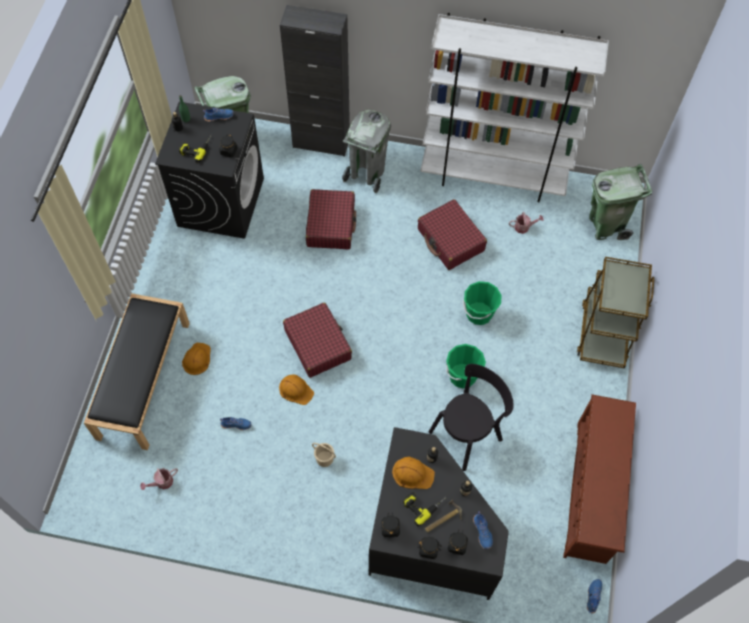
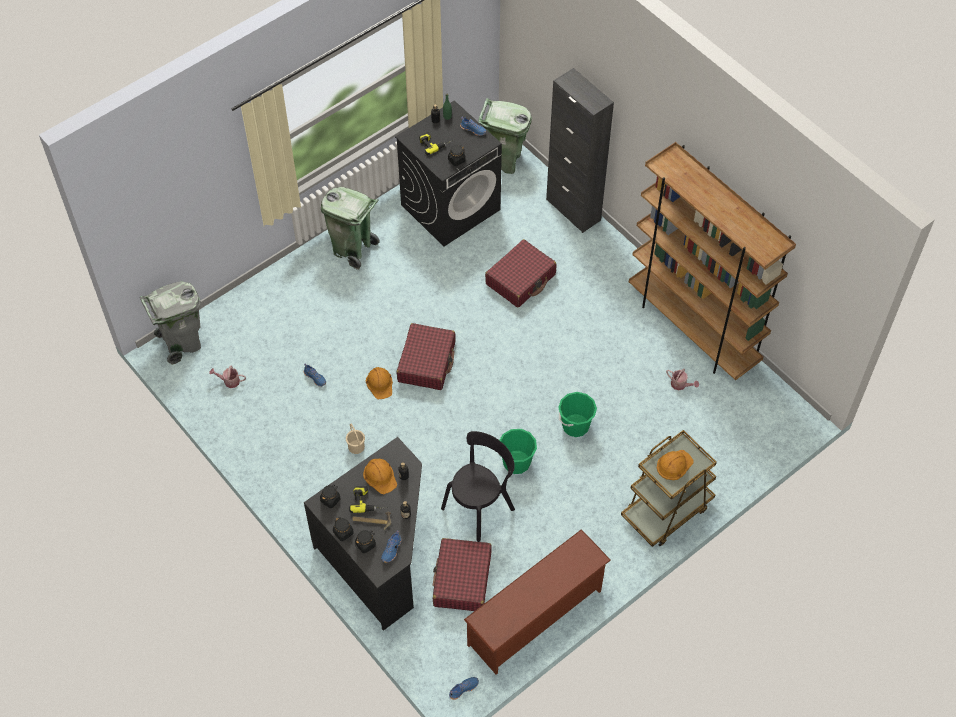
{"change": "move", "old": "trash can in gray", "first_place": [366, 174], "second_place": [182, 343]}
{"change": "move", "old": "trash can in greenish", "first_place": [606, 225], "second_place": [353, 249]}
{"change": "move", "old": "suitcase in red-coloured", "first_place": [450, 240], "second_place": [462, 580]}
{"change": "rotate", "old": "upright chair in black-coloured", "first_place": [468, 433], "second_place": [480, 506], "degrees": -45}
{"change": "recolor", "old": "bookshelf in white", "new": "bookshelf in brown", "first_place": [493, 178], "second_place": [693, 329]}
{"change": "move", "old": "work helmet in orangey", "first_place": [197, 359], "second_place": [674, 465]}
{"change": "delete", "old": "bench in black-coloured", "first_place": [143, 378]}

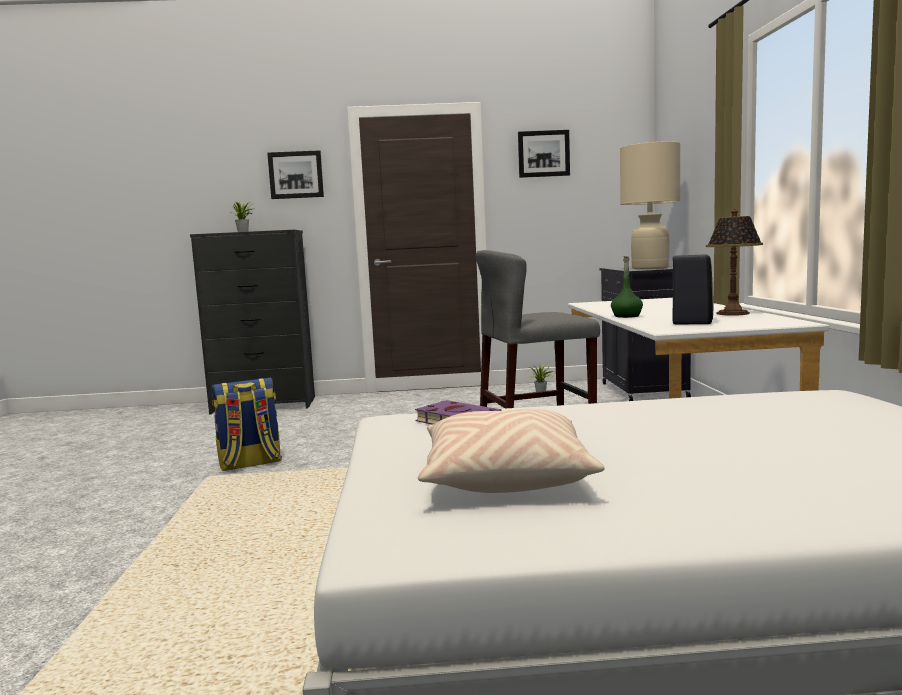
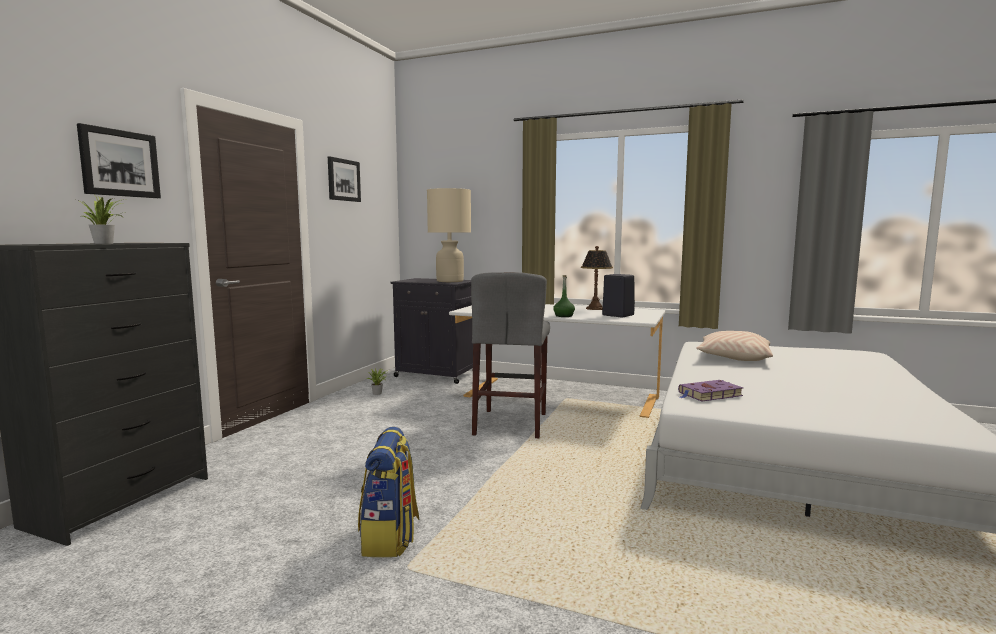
{"change": "move", "old": "throw pillow in beige", "first_place": [504, 477], "second_place": [733, 358]}

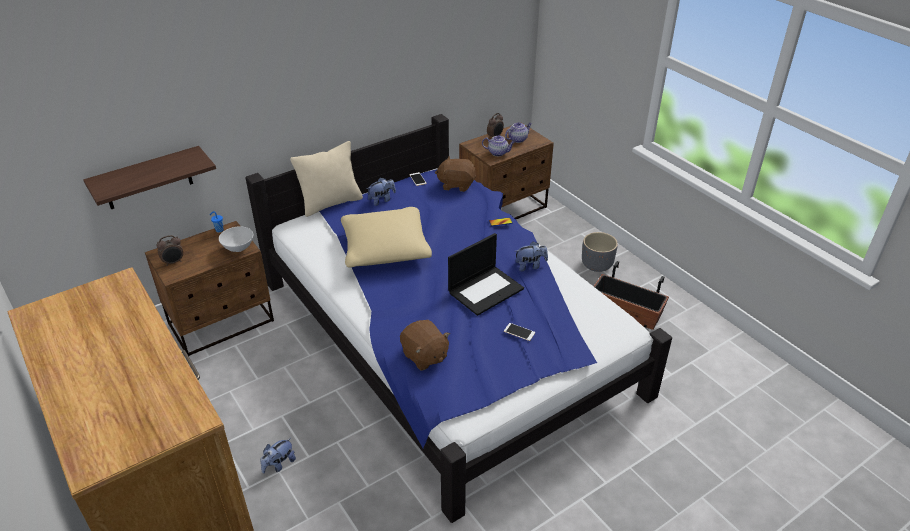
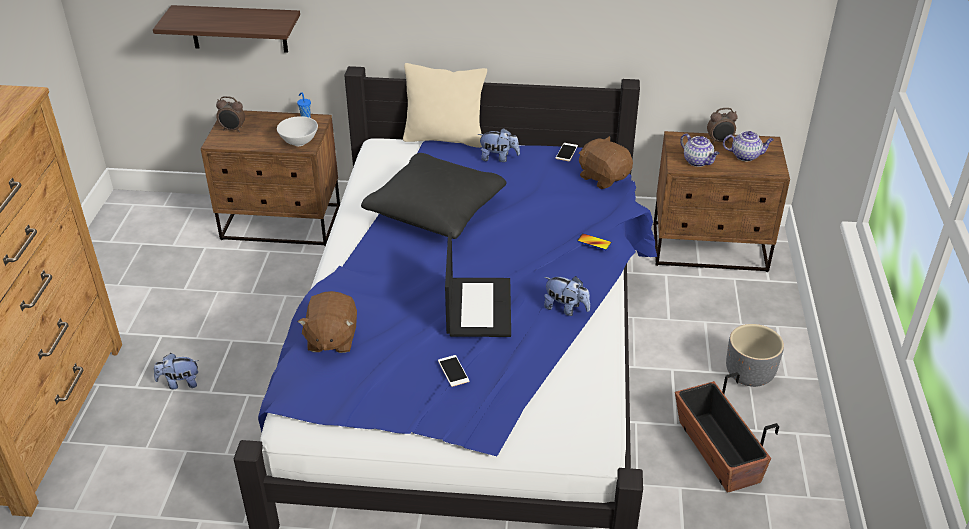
{"change": "recolor", "old": "throw pillow in beige", "new": "throw pillow in black-coloured", "first_place": [385, 248], "second_place": [436, 210]}
{"change": "rotate", "old": "laptop", "first_place": [486, 290], "second_place": [478, 307], "degrees": -90}

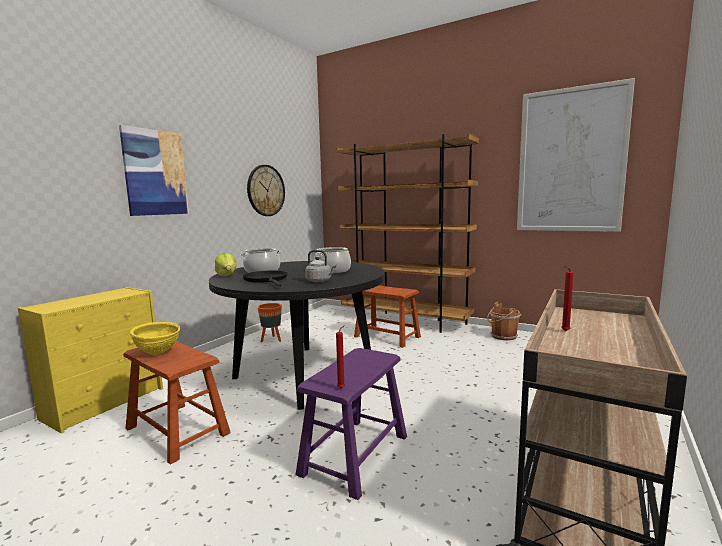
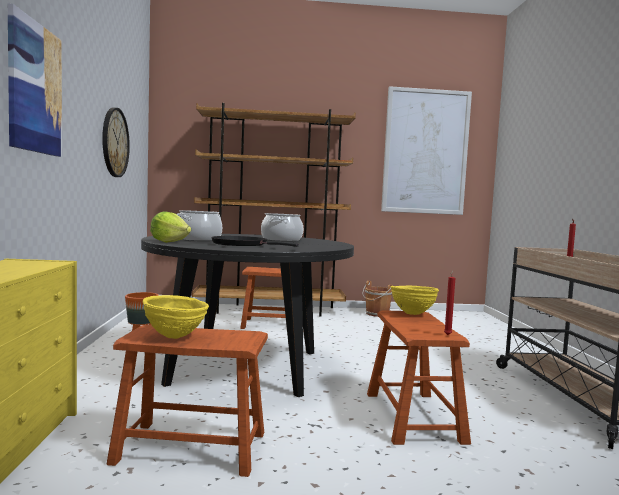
{"change": "recolor", "old": "stool seat in purplish", "new": "stool seat in brown", "first_place": [355, 454], "second_place": [413, 416]}
{"change": "insert", "new": "serving bowl in yellowish", "second_place": [412, 314]}
{"change": "delete", "old": "tea kettle in gray", "first_place": [320, 281]}

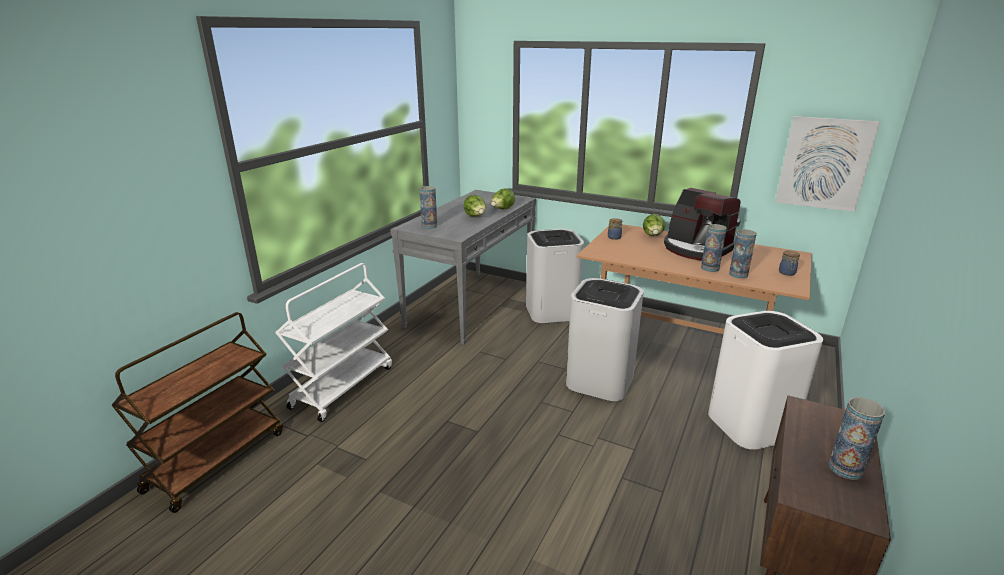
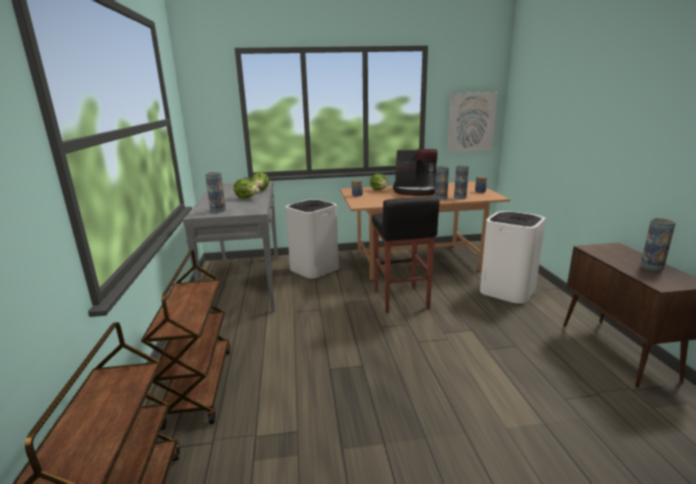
{"change": "recolor", "old": "trolley in white", "new": "trolley in brown", "first_place": [343, 386], "second_place": [199, 385]}
{"change": "replace", "old": "trash can in white", "new": "stool seat in black-coloured", "first_place": [599, 381], "second_place": [400, 299]}

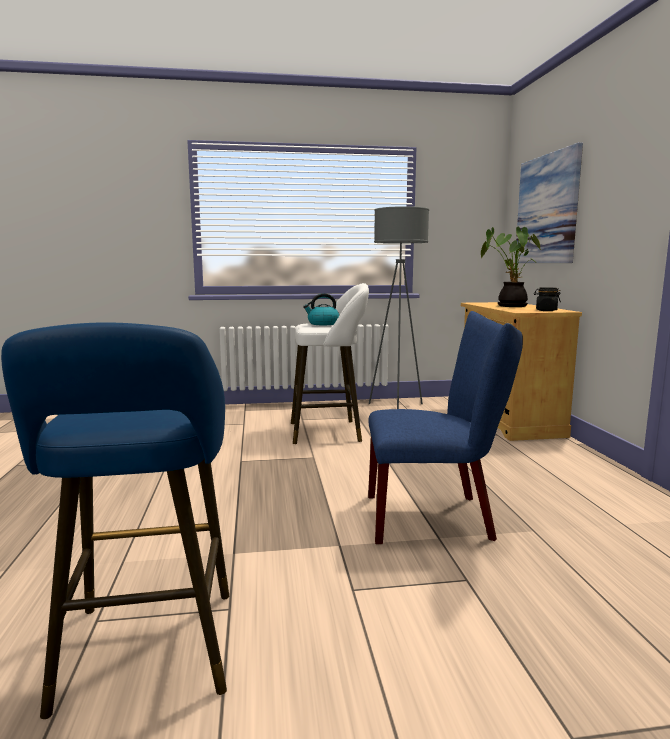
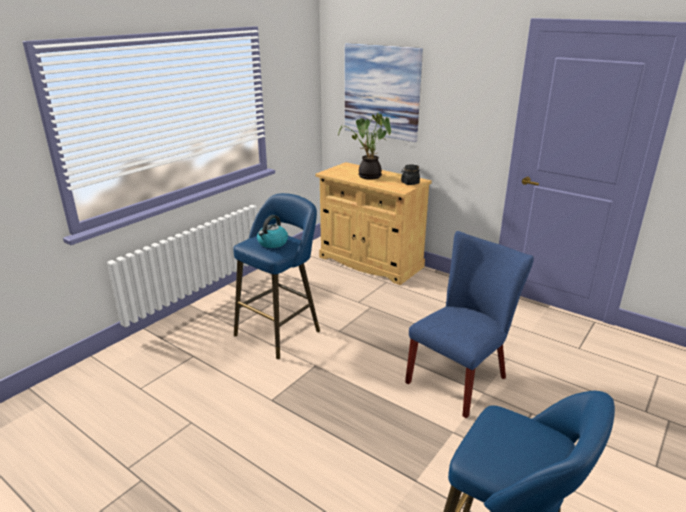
{"change": "recolor", "old": "stool seat in white", "new": "stool seat in bluish", "first_place": [330, 432], "second_place": [280, 331]}
{"change": "delete", "old": "standing lamp in gray", "first_place": [397, 407]}

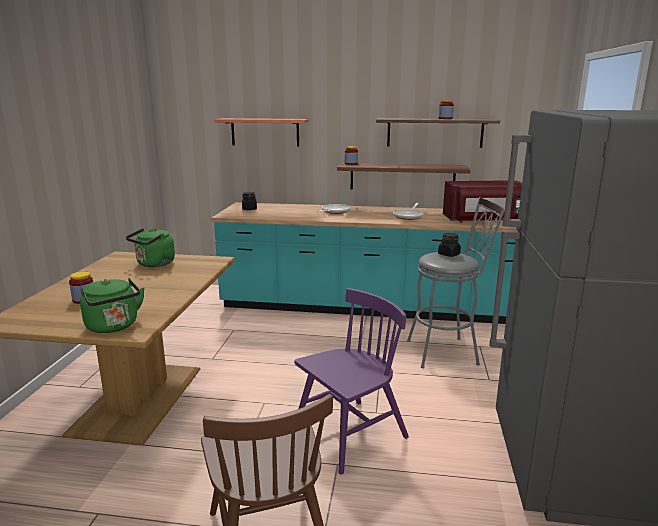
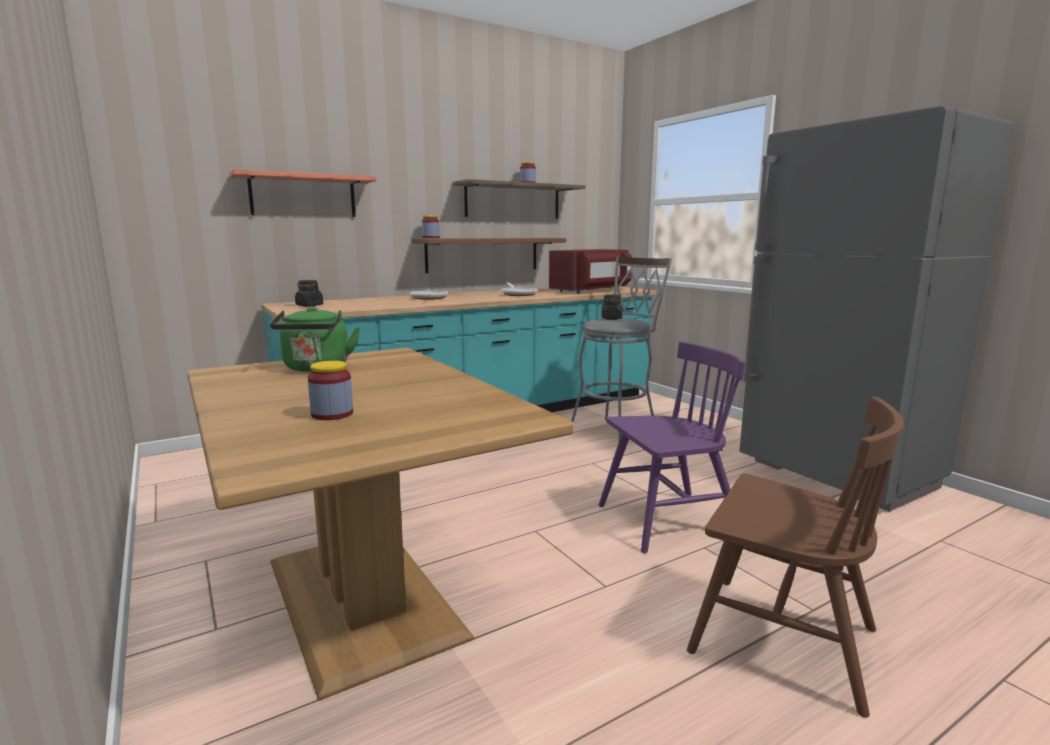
{"change": "rotate", "old": "upright chair in purplish", "first_place": [349, 435], "second_place": [667, 520], "degrees": 60}
{"change": "delete", "old": "tea kettle in greenish", "first_place": [114, 326]}

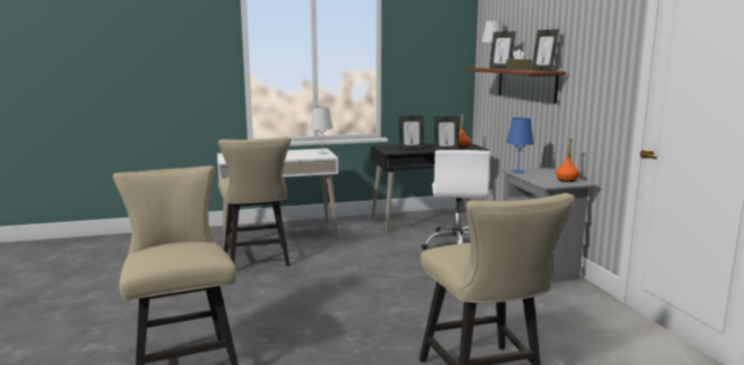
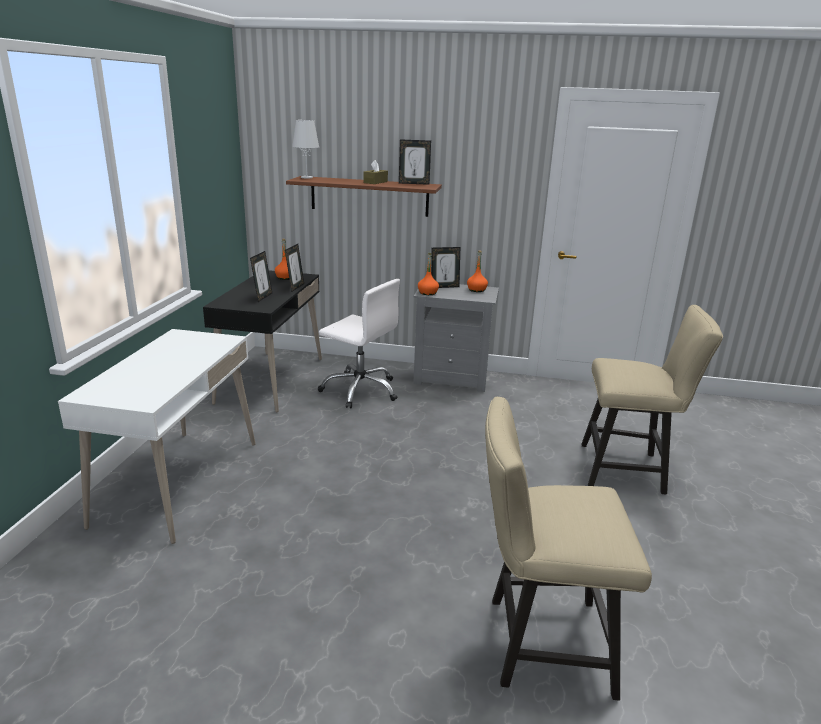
{"change": "replace", "old": "lamp for a table in bluish", "new": "bottle in orangey", "first_place": [518, 171], "second_place": [427, 293]}
{"change": "move", "old": "photo frame", "first_place": [501, 68], "second_place": [444, 287]}
{"change": "delete", "old": "upright chair in beige", "first_place": [258, 260]}
{"change": "delete", "old": "lamp for a table in white", "first_place": [322, 153]}

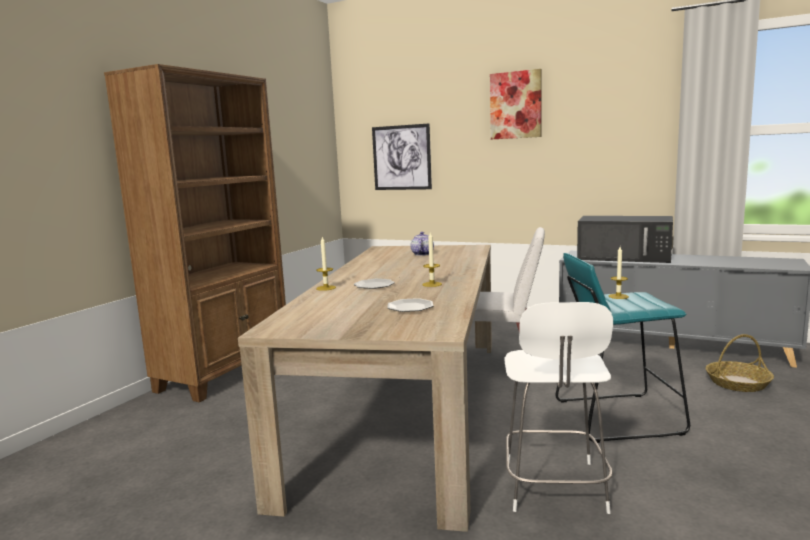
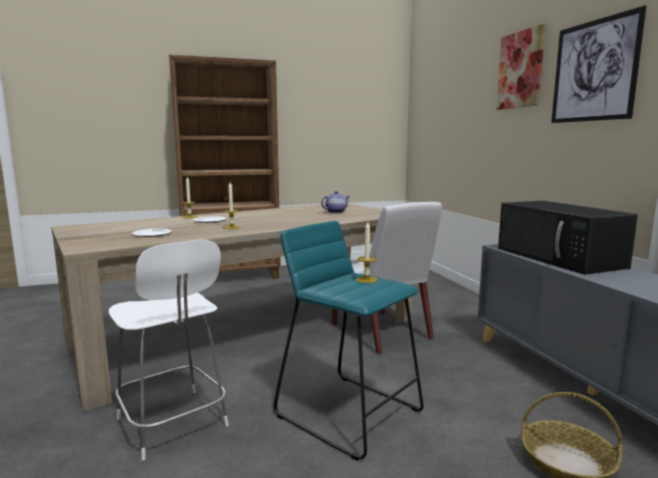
{"change": "rotate", "old": "upright chair in white", "first_place": [554, 488], "second_place": [173, 424], "degrees": -90}
{"change": "move", "old": "picture", "first_place": [401, 157], "second_place": [594, 71]}

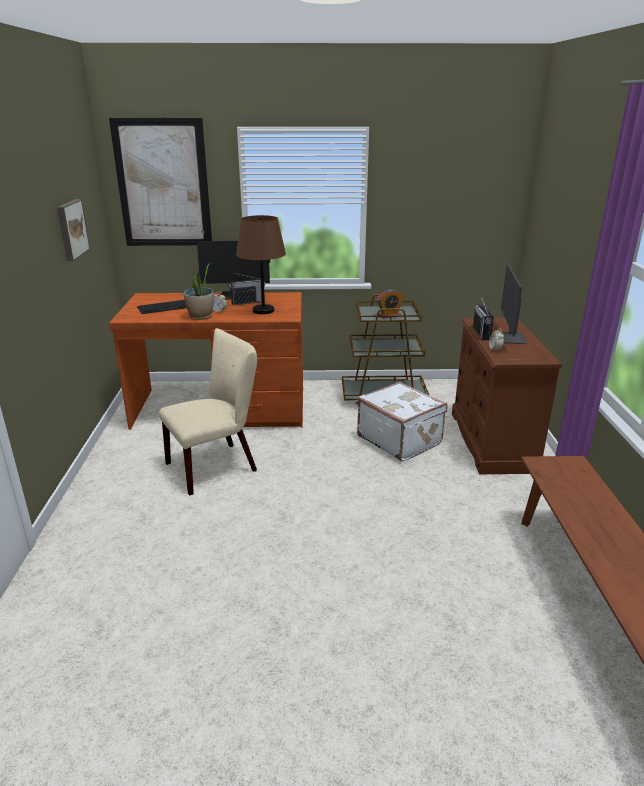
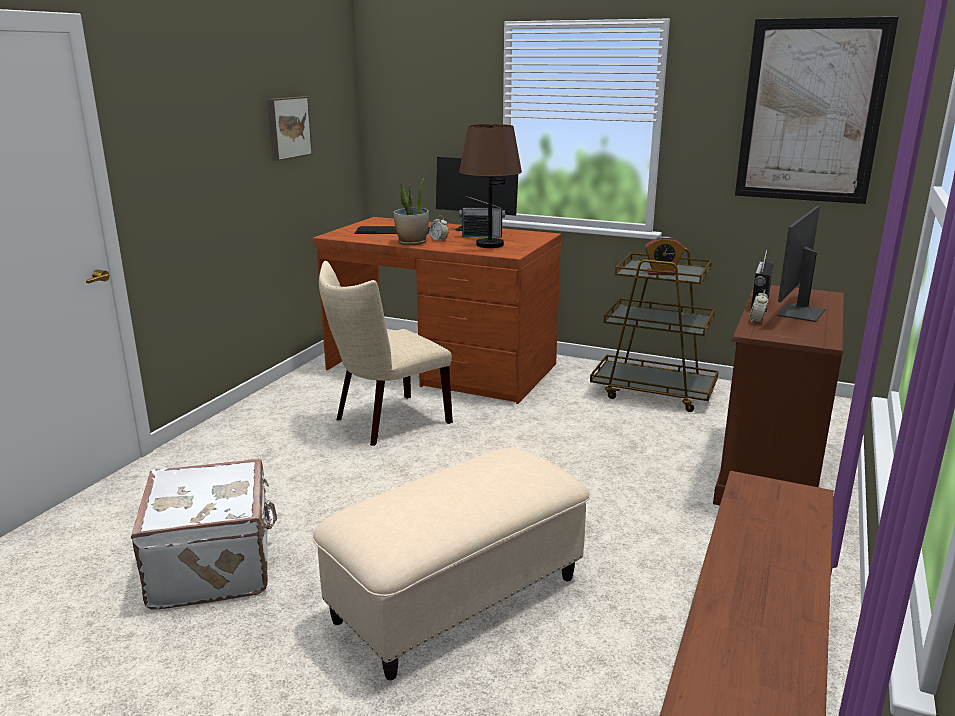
{"change": "move", "old": "suitcase in white", "first_place": [400, 439], "second_place": [215, 565]}
{"change": "insert", "new": "ottoman in beige", "second_place": [458, 600]}
{"change": "rotate", "old": "upright chair in beige", "first_place": [217, 465], "second_place": [386, 422], "degrees": 150}
{"change": "move", "old": "picture", "first_place": [163, 184], "second_place": [811, 112]}

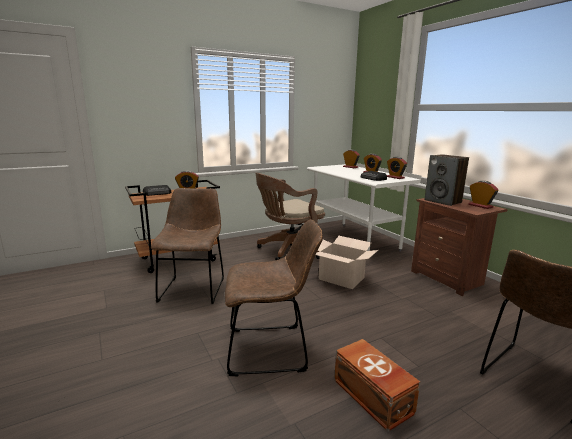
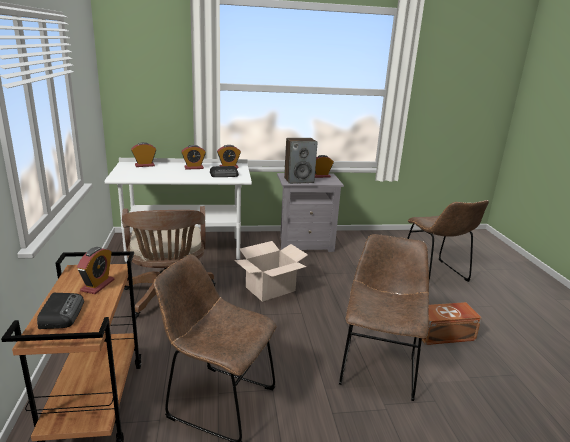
{"change": "recolor", "old": "nightstand in brown", "new": "nightstand in gray", "first_place": [449, 278], "second_place": [305, 244]}

